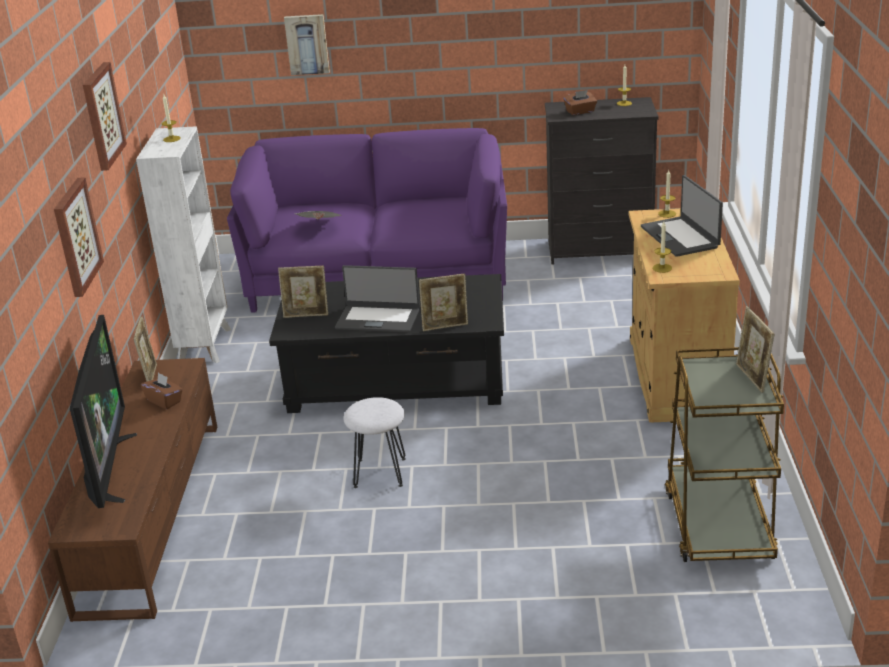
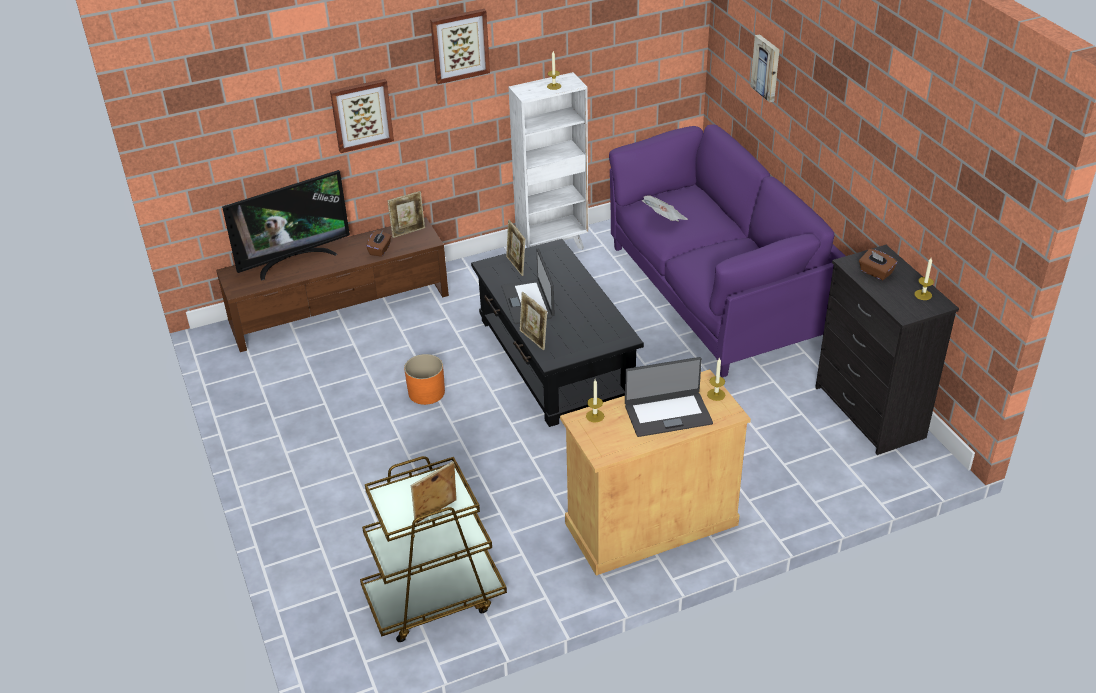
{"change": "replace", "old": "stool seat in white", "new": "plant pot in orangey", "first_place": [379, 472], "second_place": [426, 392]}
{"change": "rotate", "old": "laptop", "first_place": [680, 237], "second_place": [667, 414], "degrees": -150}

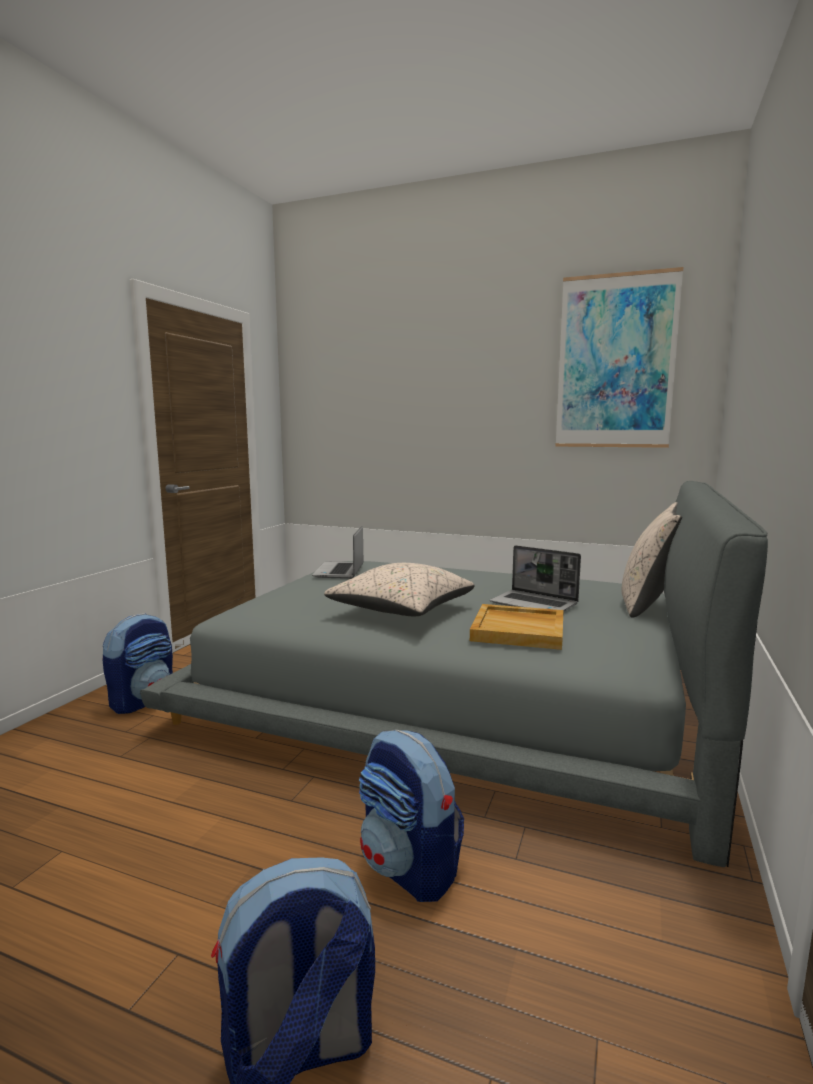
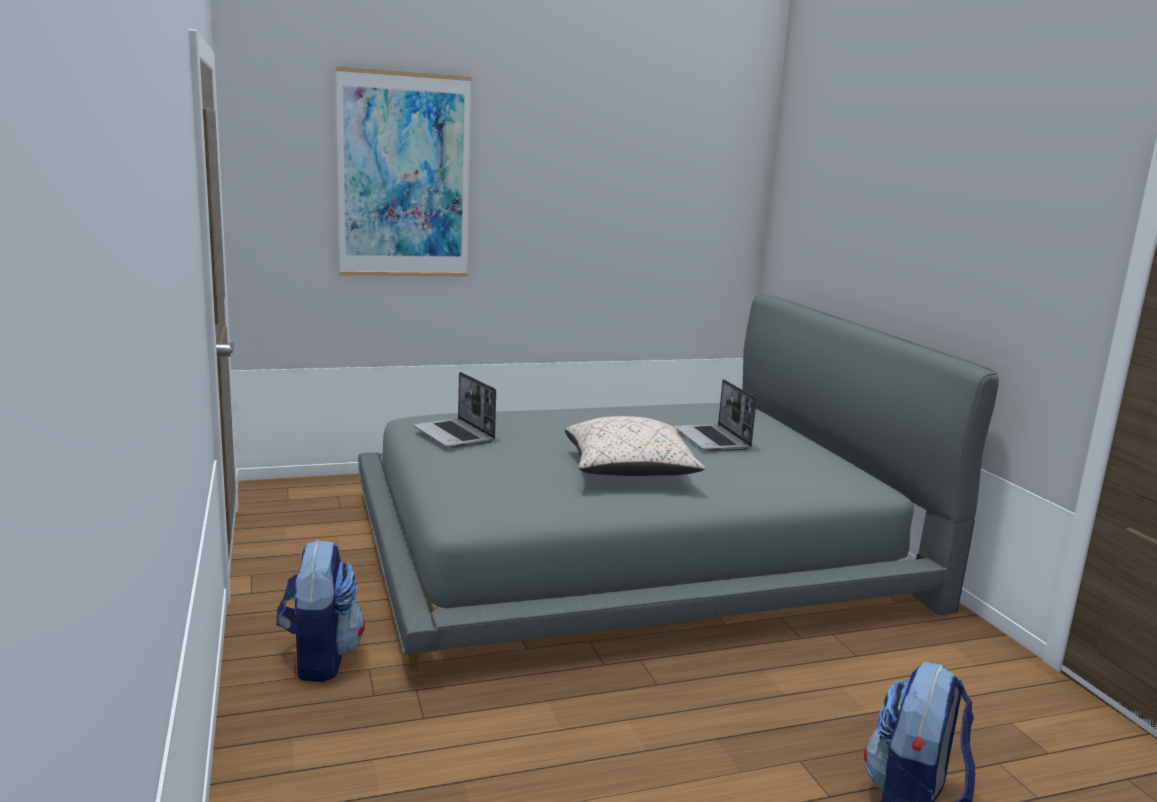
{"change": "move", "old": "picture", "first_place": [615, 362], "second_place": [404, 176]}
{"change": "rotate", "old": "laptop", "first_place": [535, 604], "second_place": [713, 440], "degrees": 75}
{"change": "delete", "old": "knapsack", "first_place": [409, 868]}
{"change": "delete", "old": "tray in beige", "first_place": [519, 630]}
{"change": "delete", "old": "throw pillow in beige", "first_place": [648, 604]}

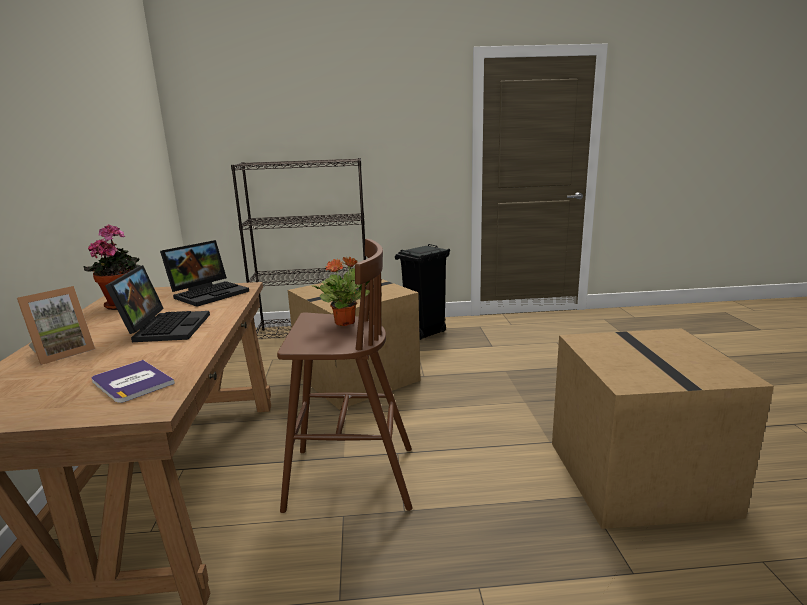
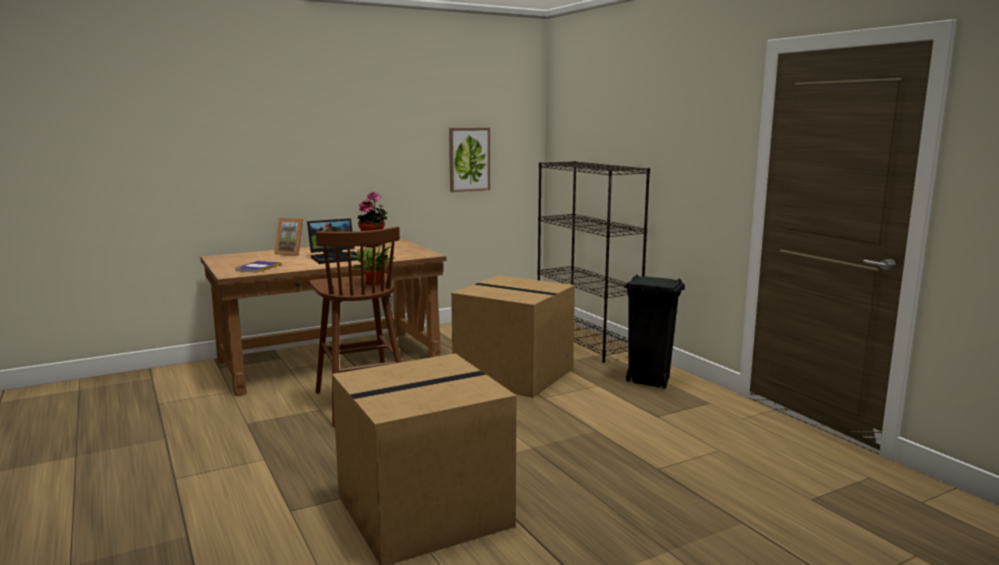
{"change": "insert", "new": "picture", "second_place": [469, 159]}
{"change": "delete", "old": "laptop", "first_place": [209, 293]}

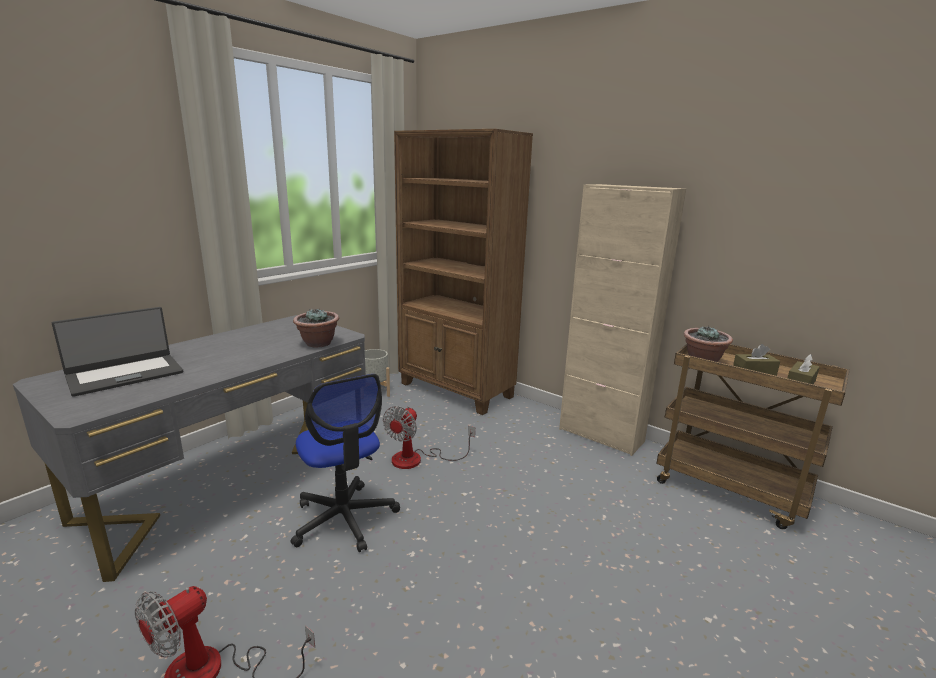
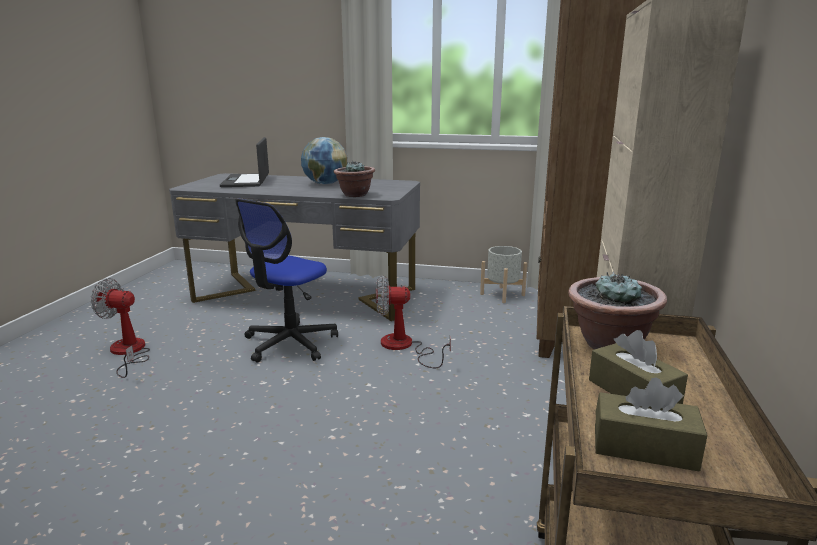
{"change": "rotate", "old": "laptop", "first_place": [125, 374], "second_place": [247, 181], "degrees": 60}
{"change": "insert", "new": "world globe", "second_place": [325, 184]}

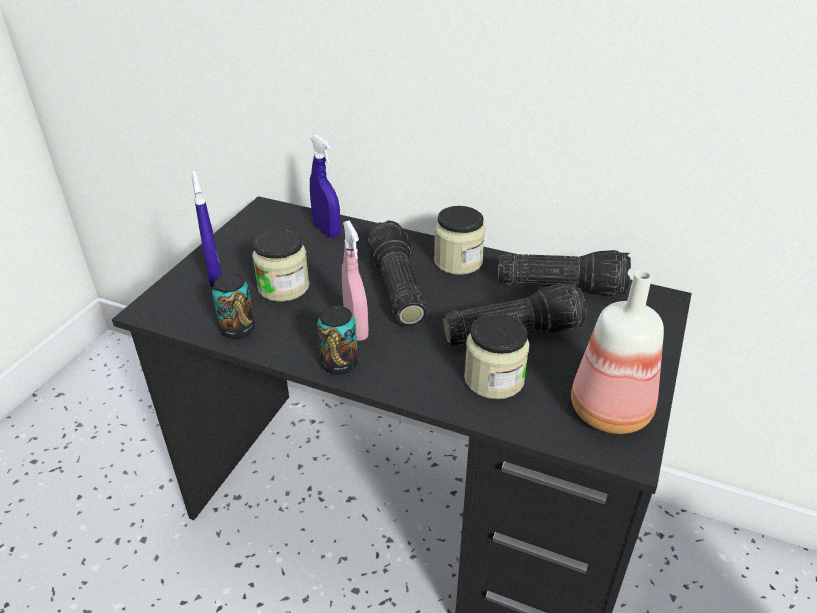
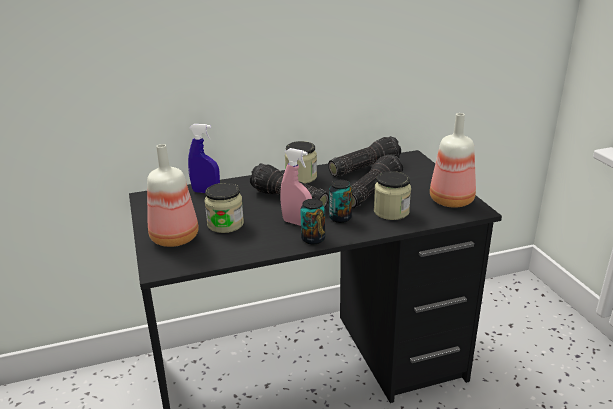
{"change": "replace", "old": "spray bottle in bluish", "new": "bottle", "first_place": [215, 277], "second_place": [174, 237]}
{"change": "move", "old": "metal can", "first_place": [238, 329], "second_place": [340, 218]}

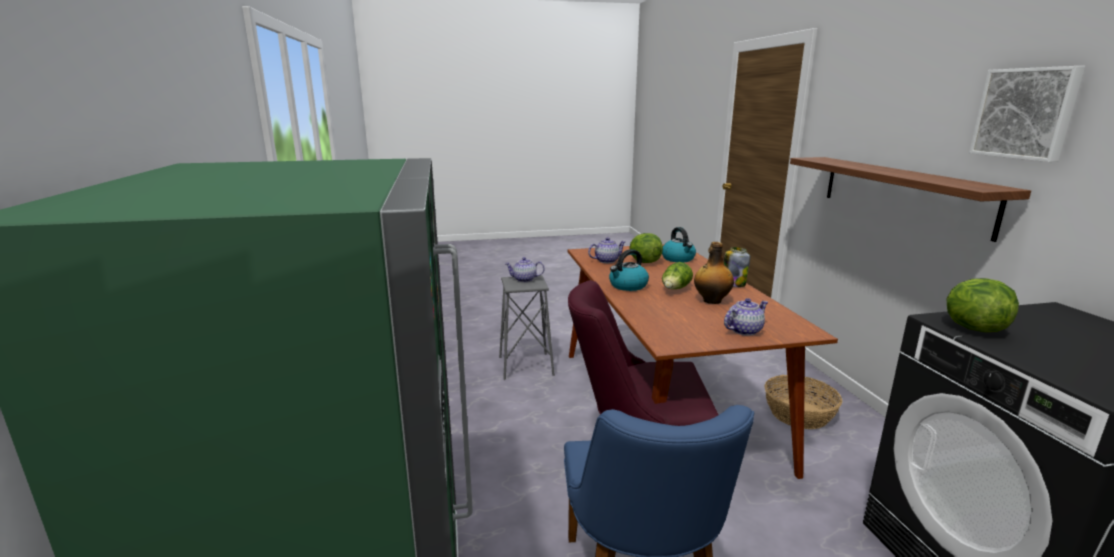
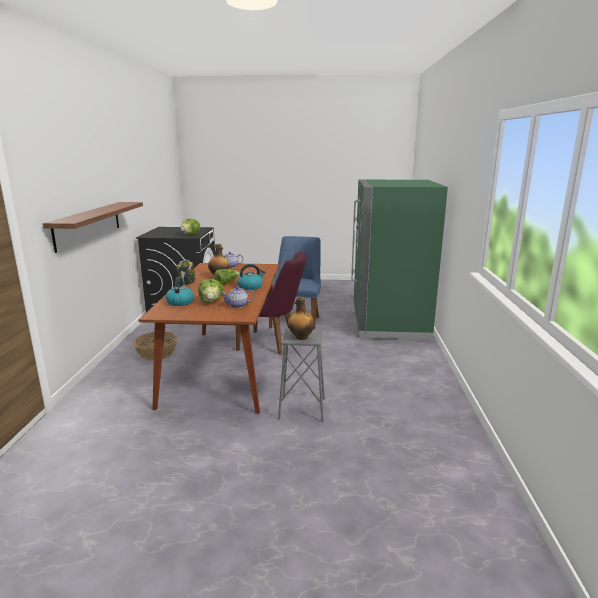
{"change": "replace", "old": "tea pot", "new": "bottle", "first_place": [524, 279], "second_place": [301, 337]}
{"change": "delete", "old": "picture", "first_place": [1025, 113]}

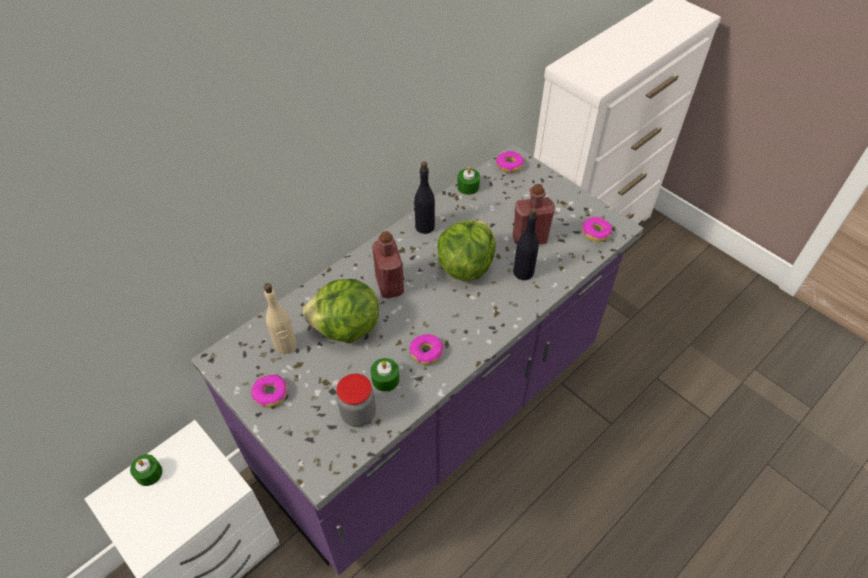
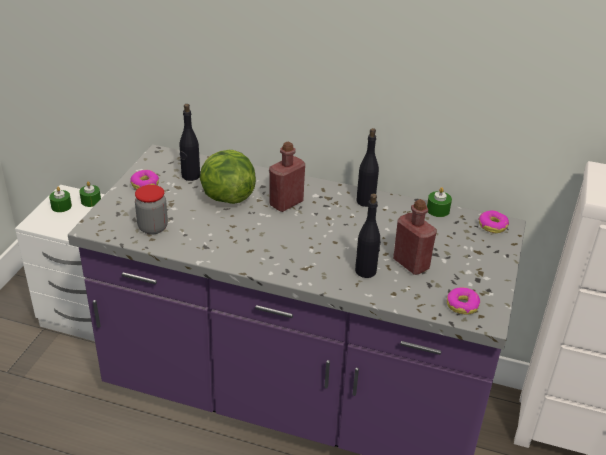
{"change": "move", "old": "wax candle in greenish", "first_place": [385, 379], "second_place": [61, 206]}
{"change": "recolor", "old": "bottle in beige", "new": "bottle in black-coloured", "first_place": [285, 345], "second_place": [190, 176]}
{"change": "delete", "old": "ring doughnut", "first_place": [426, 352]}
{"change": "delete", "old": "lettuce", "first_place": [465, 266]}

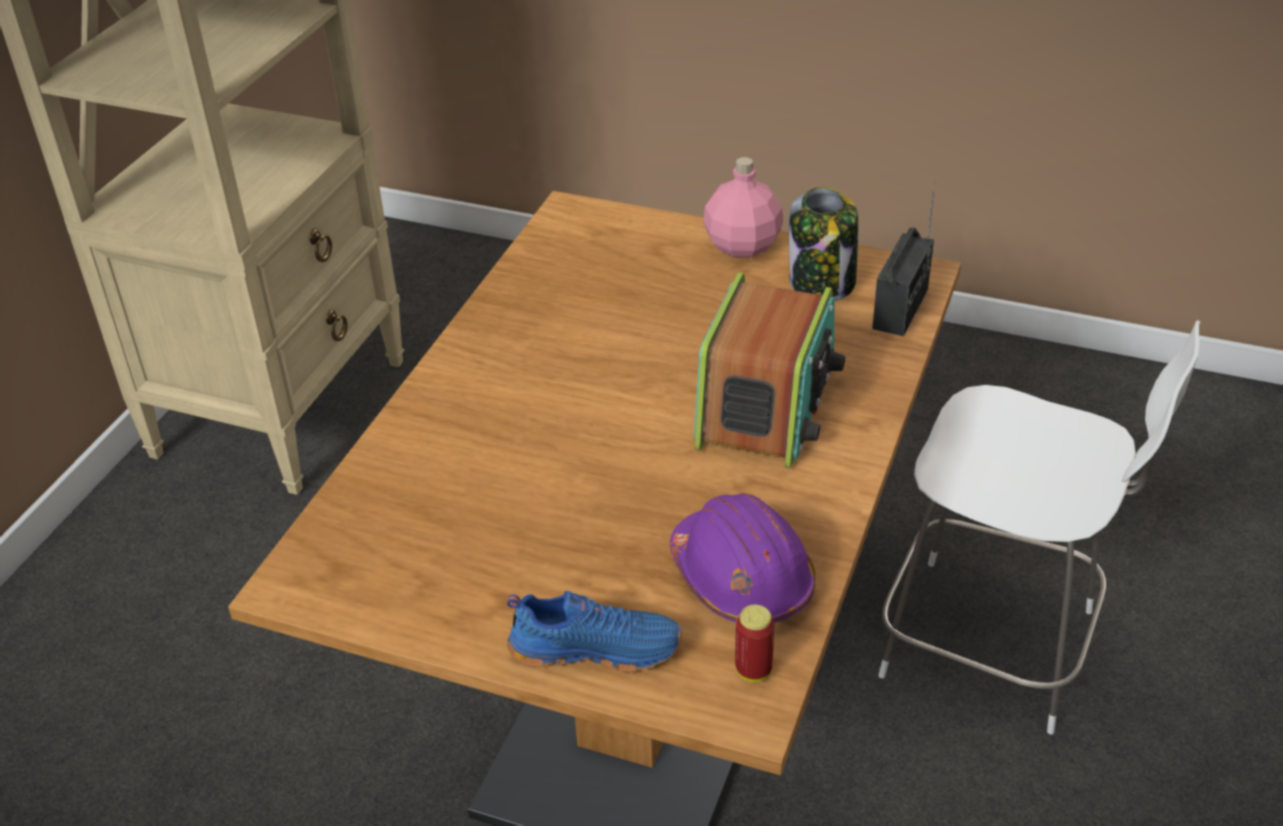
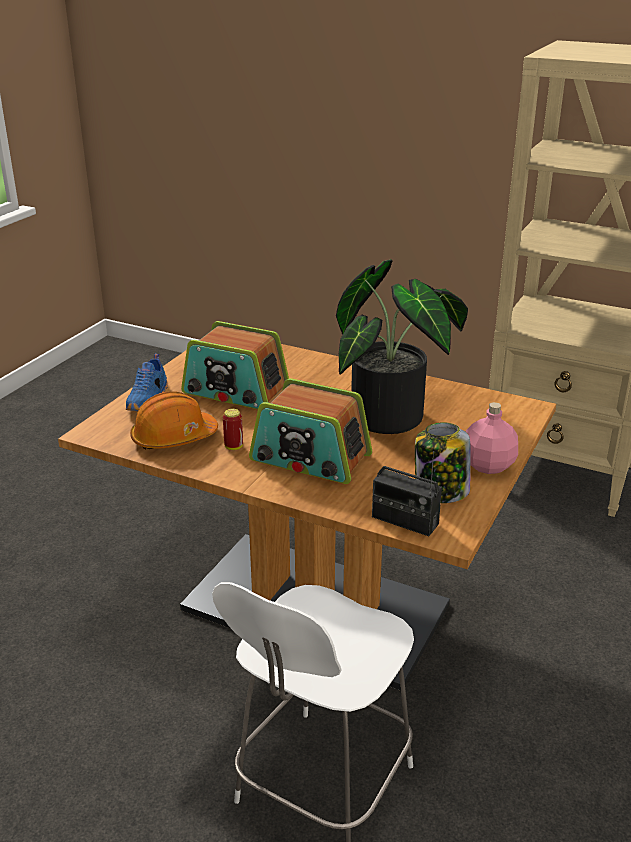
{"change": "recolor", "old": "work helmet in purplish", "new": "work helmet in orangey", "first_place": [741, 578], "second_place": [173, 438]}
{"change": "insert", "new": "radio set", "second_place": [235, 391]}
{"change": "move", "old": "metal can", "first_place": [753, 670], "second_place": [233, 447]}
{"change": "insert", "new": "plant in a pot", "second_place": [396, 417]}

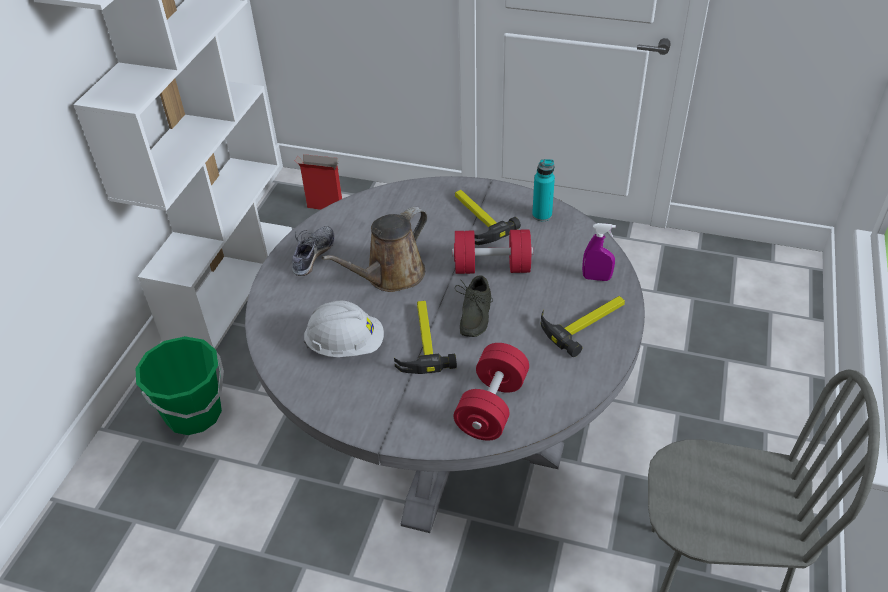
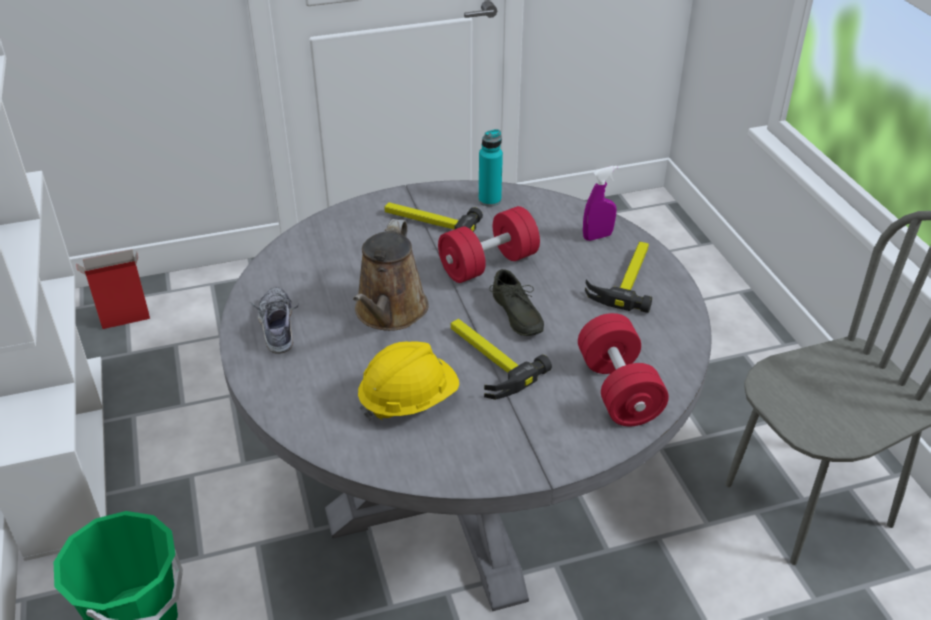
{"change": "recolor", "old": "work helmet in white", "new": "work helmet in yellowish", "first_place": [346, 345], "second_place": [408, 400]}

